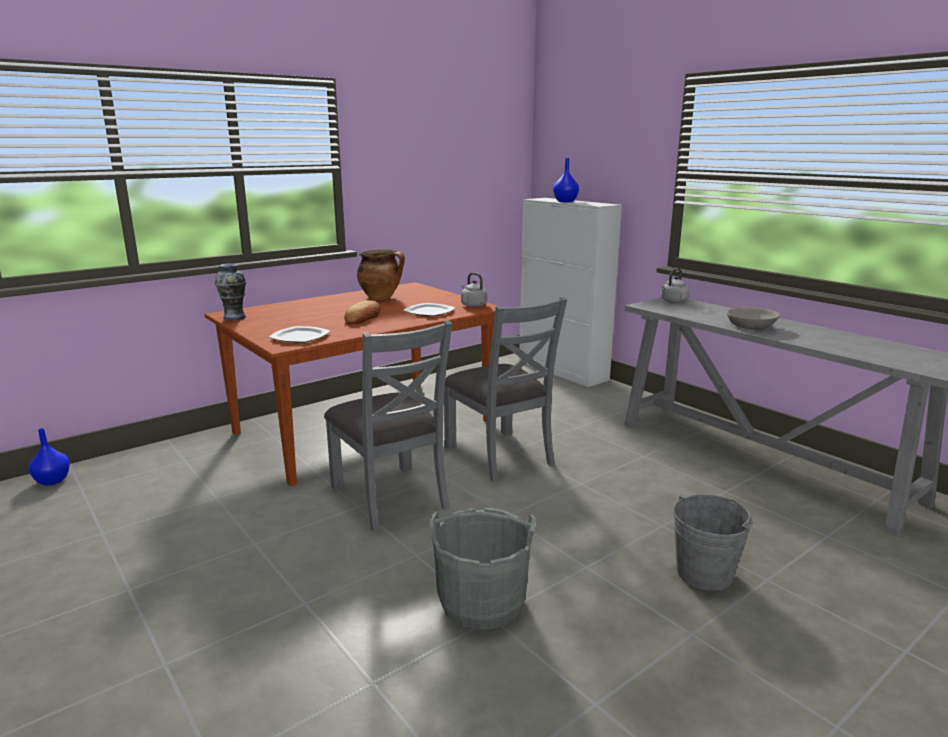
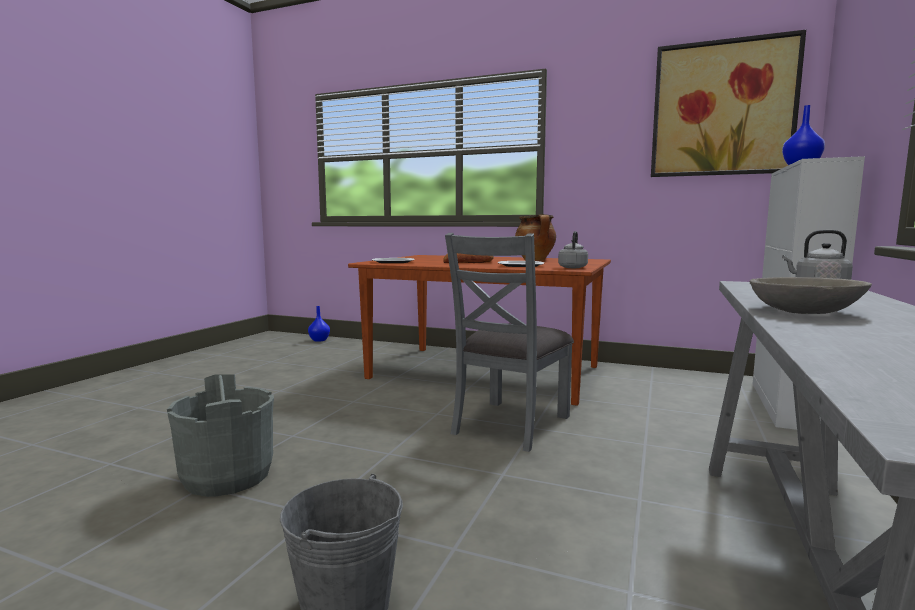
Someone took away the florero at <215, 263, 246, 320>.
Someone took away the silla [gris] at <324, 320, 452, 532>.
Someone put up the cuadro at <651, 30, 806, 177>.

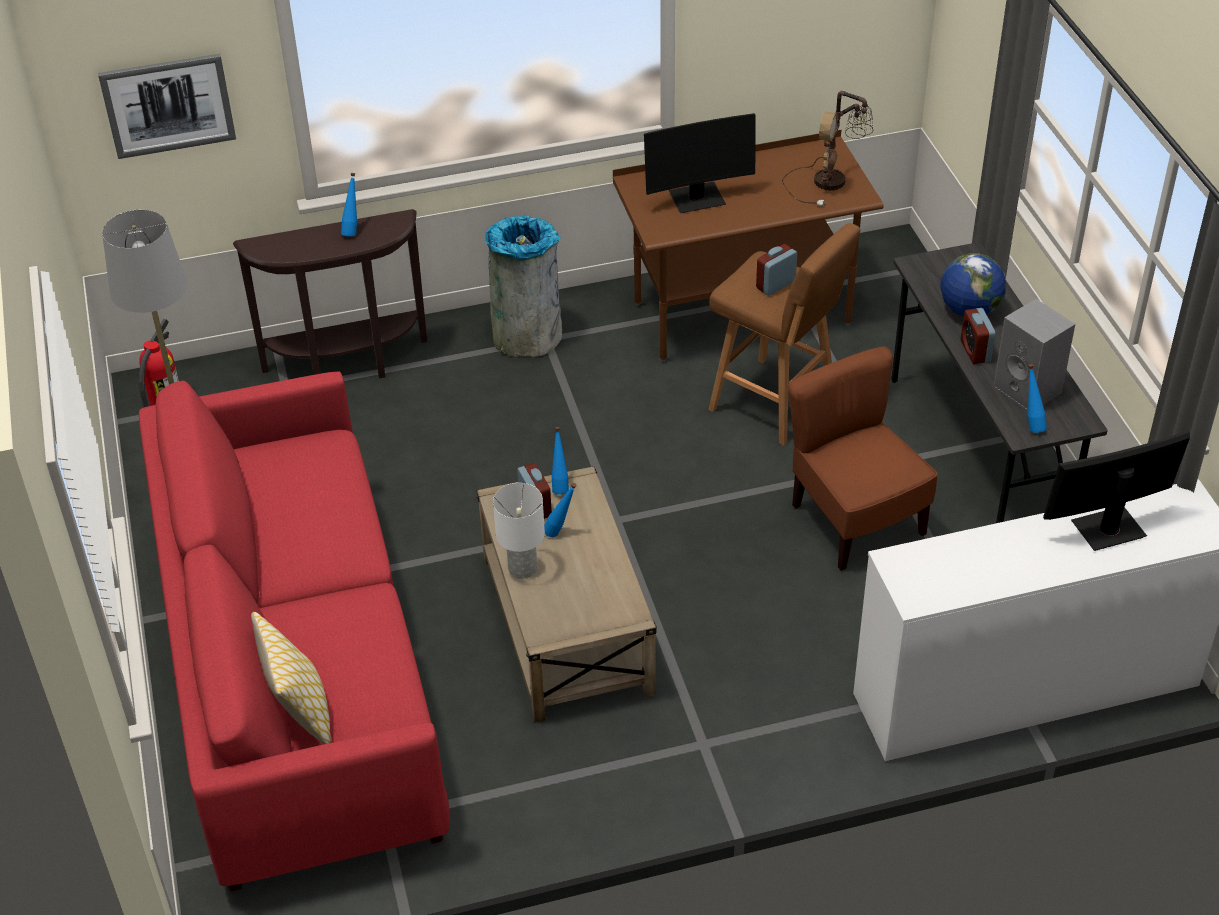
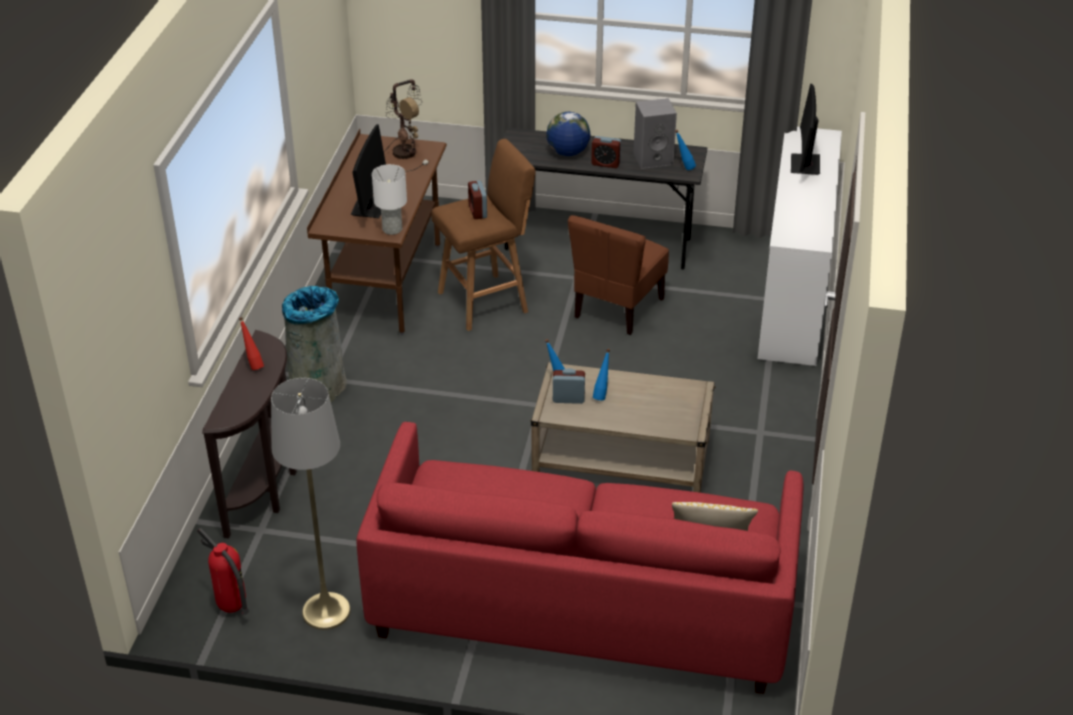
Someone took away the cuadro at <98, 54, 236, 159>.
Someone repainted the botella [azul] at <341, 173, 357, 237>, which became the botella [rojo] at <239, 317, 264, 370>.
Someone carried the lámpara de mesa [blanco] from <493, 483, 545, 579> to <372, 164, 407, 235>.
Someone rotated the silla [marrón] at <788, 346, 938, 571> by 60 degrees counterclockwise.

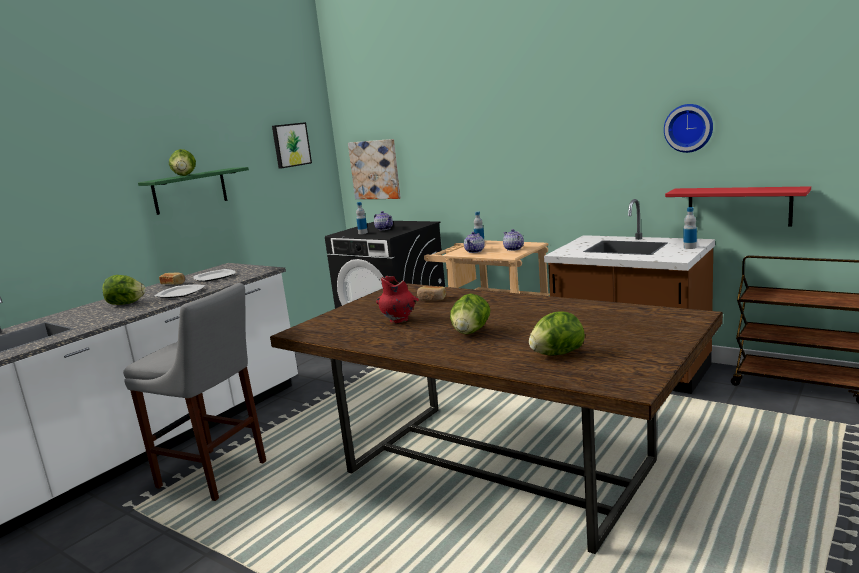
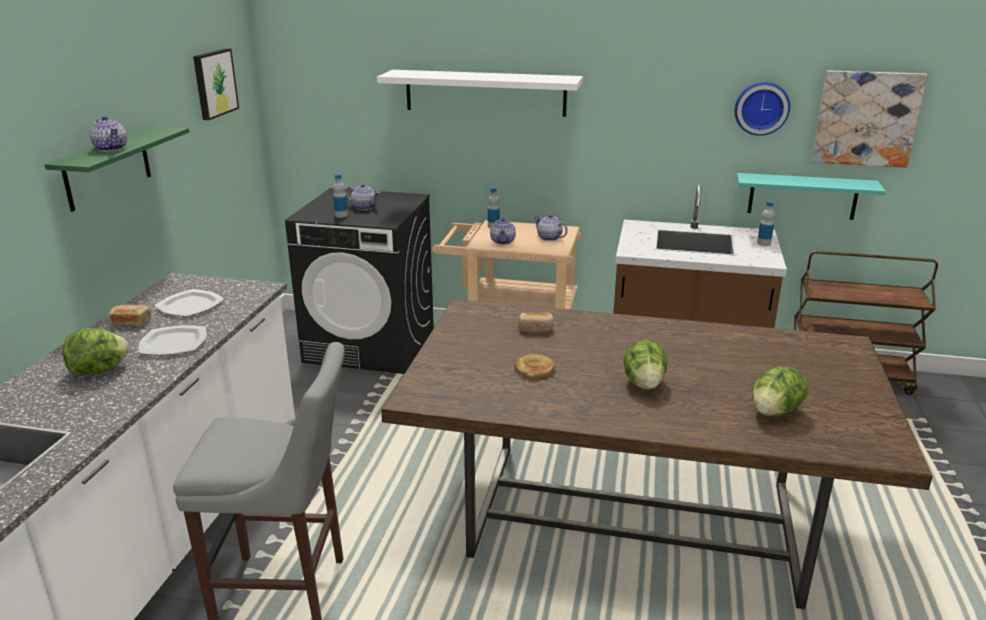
Someone swapped the lechuga at <169, 149, 196, 176> for the tetera at <89, 116, 127, 152>.
Someone carried the cuadro from <348, 139, 401, 199> to <811, 70, 928, 167>.
Someone swapped the florero [rojo] at <376, 276, 419, 324> for the pan at <514, 354, 555, 379>.
Someone repainted the estante [rojo] at <665, 186, 811, 227>, which became the estante [turquesa] at <737, 173, 886, 220>.
Someone put up the estante [blanco] at <377, 70, 583, 117>.

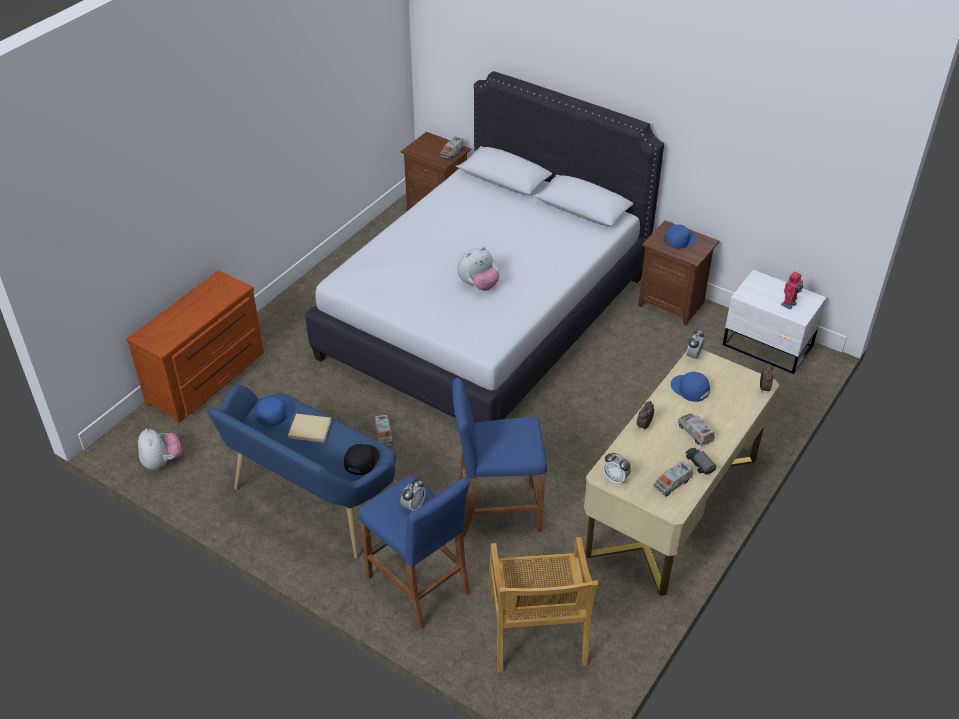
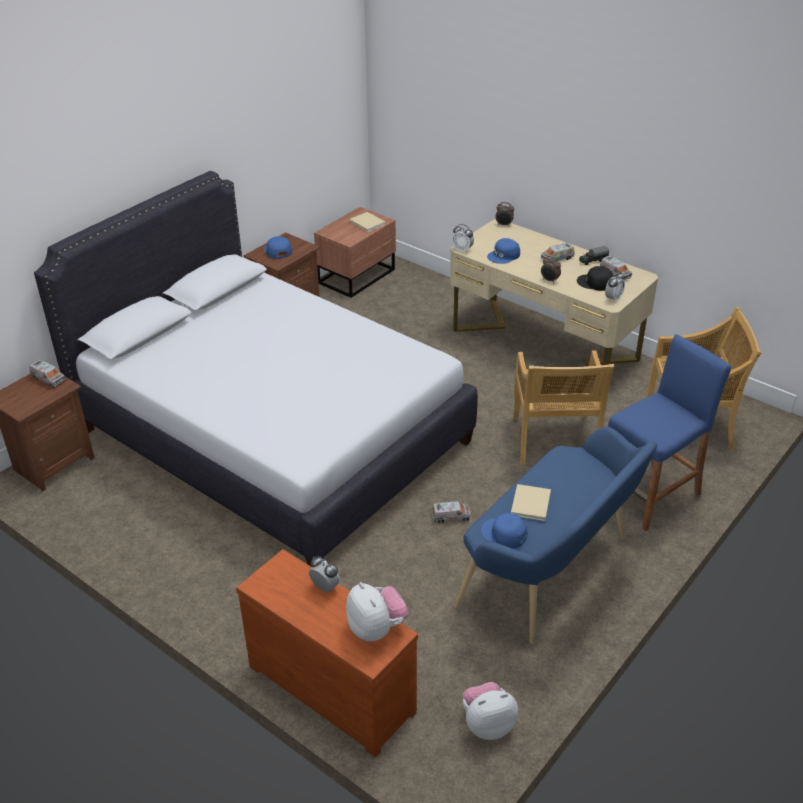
Someone carried the gorra [negro] from <344, 444, 380, 475> to <577, 266, 613, 291>.
Someone carried the despertador from <400, 479, 425, 511> to <309, 556, 340, 592>.
Someone swapped the taburete [azul] at <452, 378, 547, 537> for the silla [beis] at <513, 350, 614, 465>.
Someone carried the peluche from <458, 247, 500, 291> to <346, 582, 408, 641>.
Someone repainted the mesita de noche [blanco] at <723, 270, 827, 374>, which became the mesita de noche [marrón] at <314, 207, 396, 298>.
Someone swapped the robot de juguete at <781, 271, 803, 310> for the libro [beis] at <349, 212, 386, 232>.

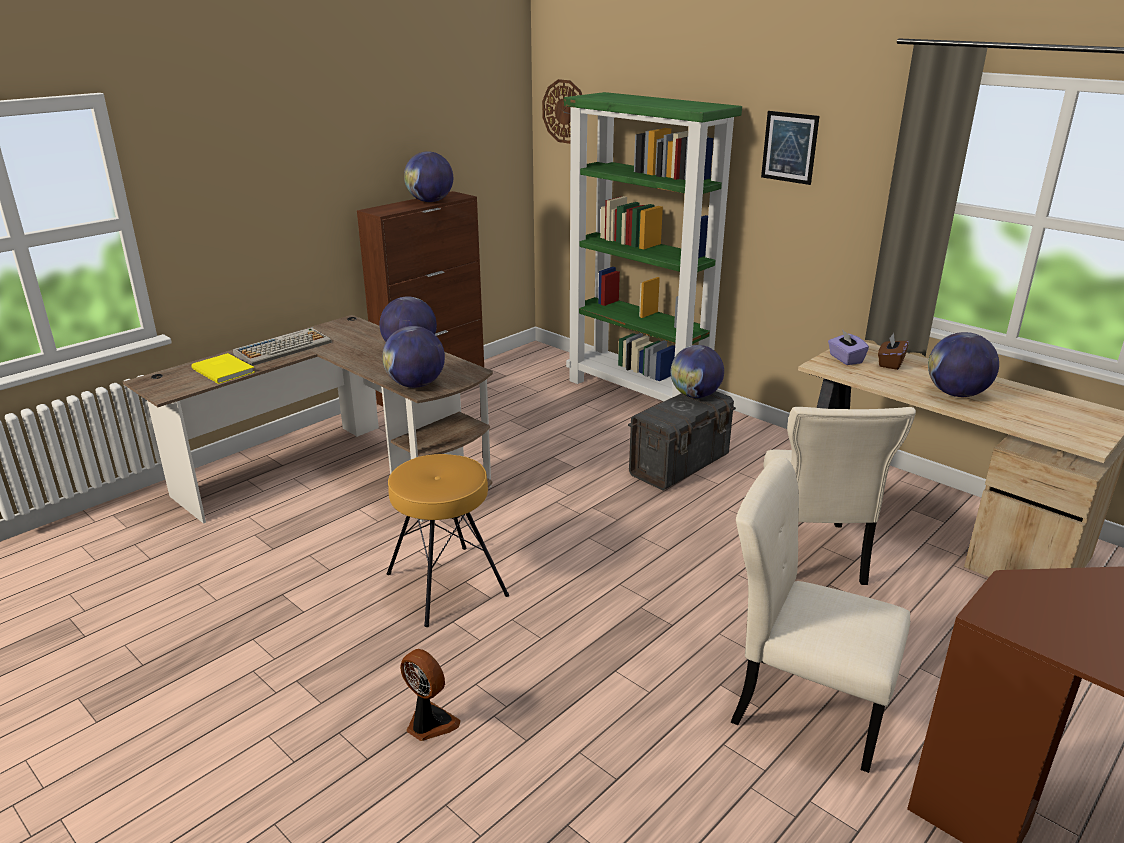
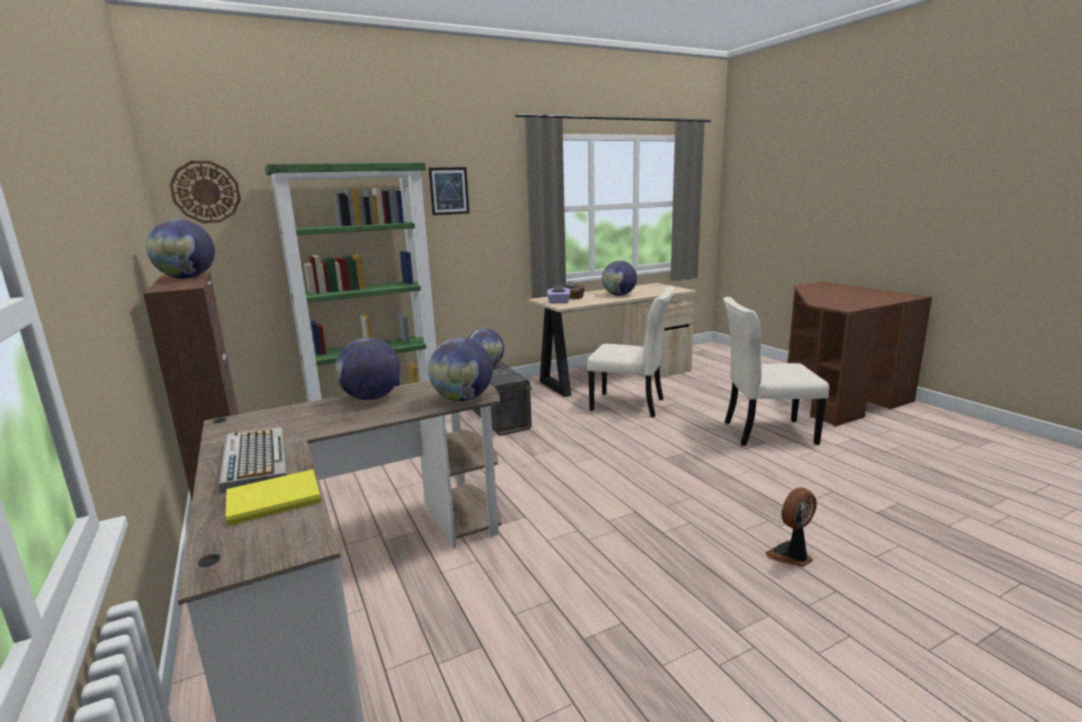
Someone took away the taburete [marrón] at <387, 454, 509, 627>.
Someone rotated the silla [beis] at <730, 458, 910, 773> by 45 degrees clockwise.

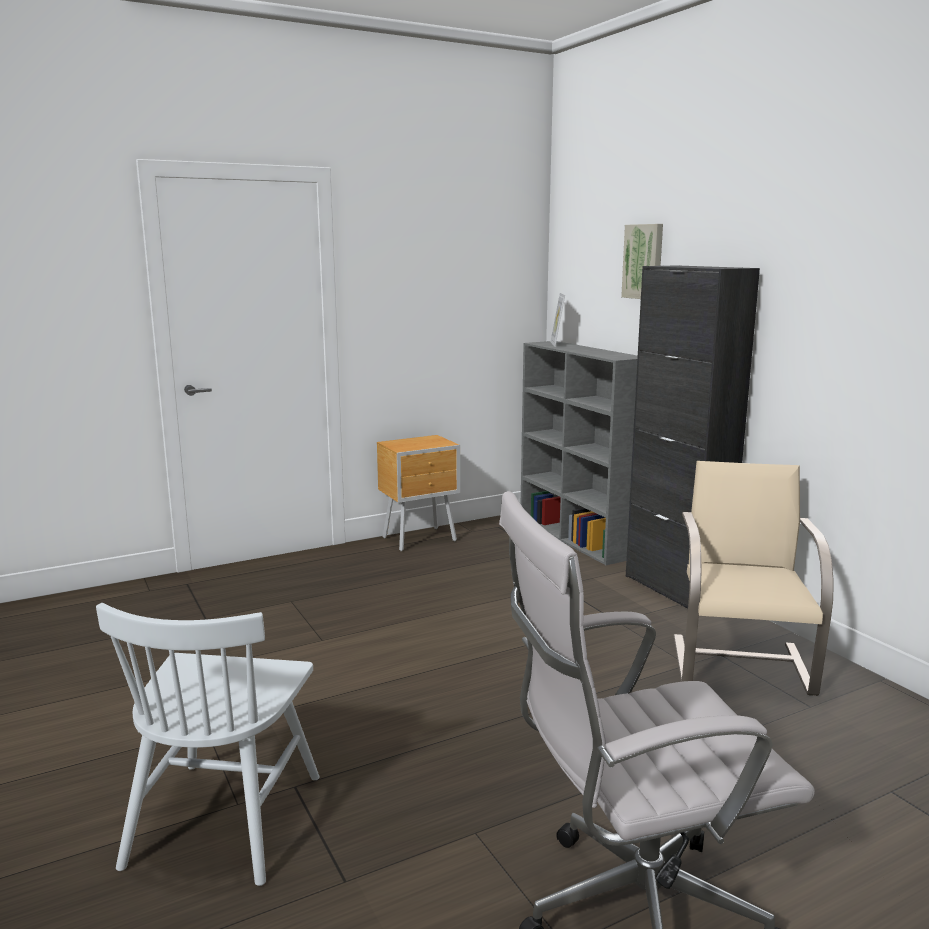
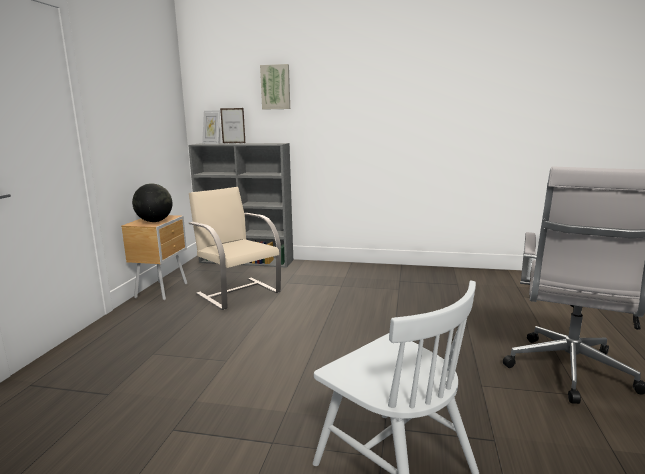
Someone took away the armario [negro] at <626, 265, 760, 608>.
Someone carried the silla [beis] from <673, 461, 834, 696> to <189, 187, 281, 310>.
Someone put down the globo terráqueo at <132, 183, 173, 222>.
Someone put down the portarretratos at <220, 108, 245, 143>.

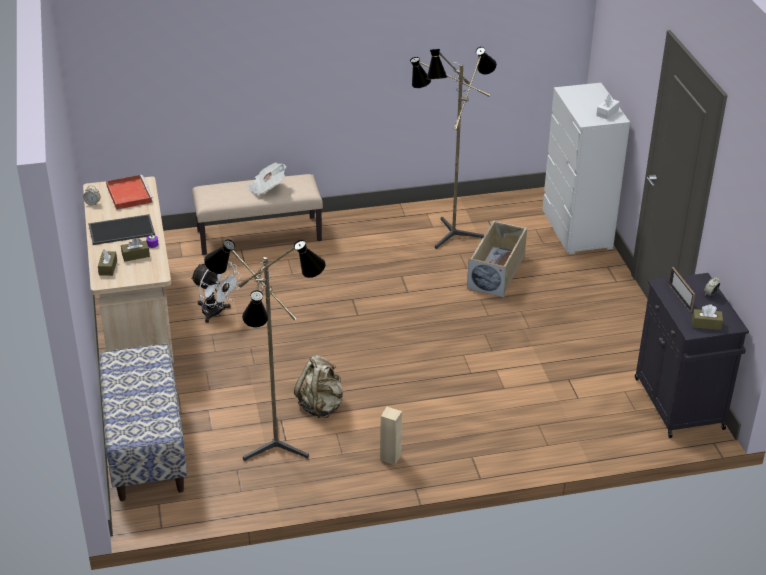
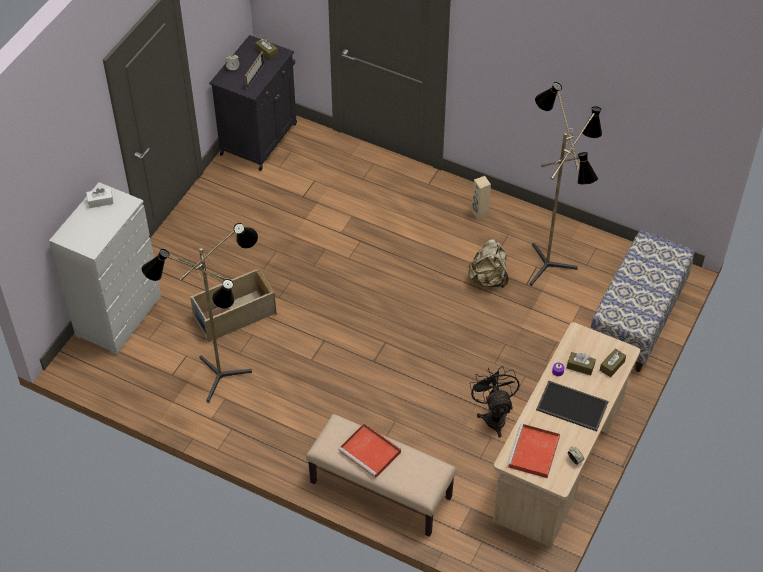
Someone repainted the ventilador [blanco] at <191, 261, 242, 323>, which became the ventilador [negro] at <469, 366, 519, 438>.
Someone swapped the periódico at <246, 163, 286, 196> for the bandeja [rojo] at <339, 423, 401, 478>.

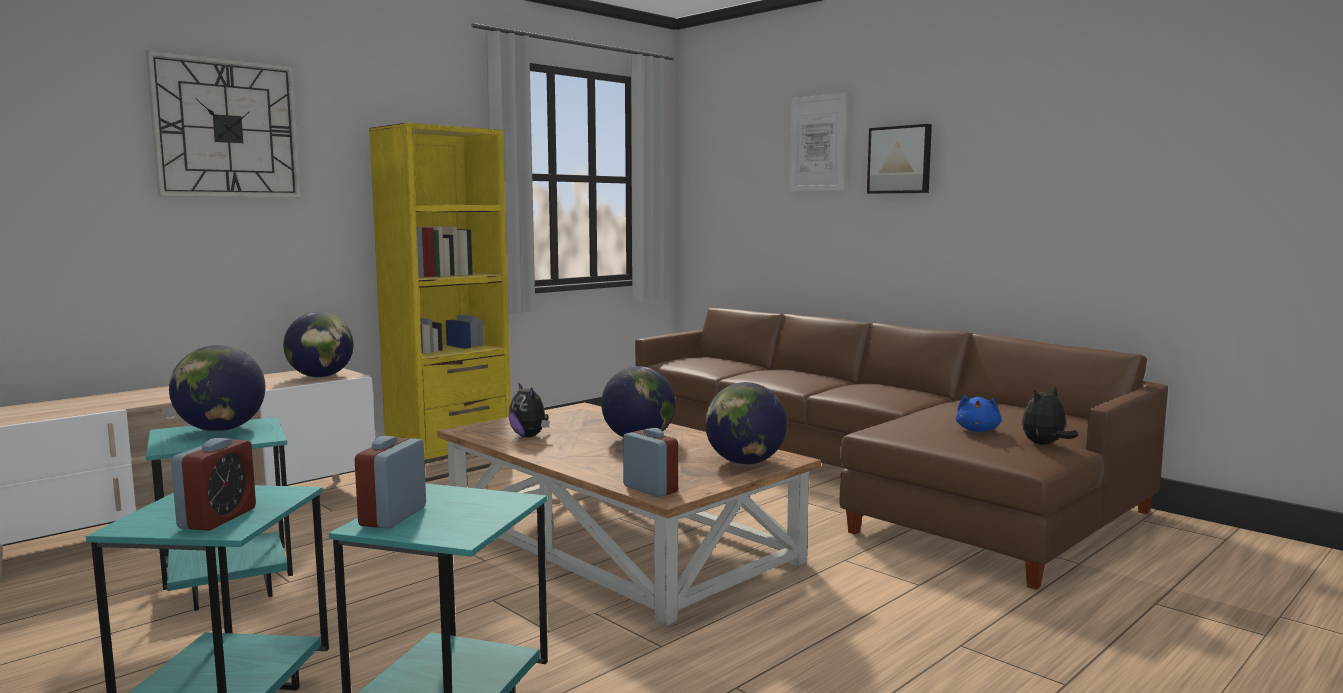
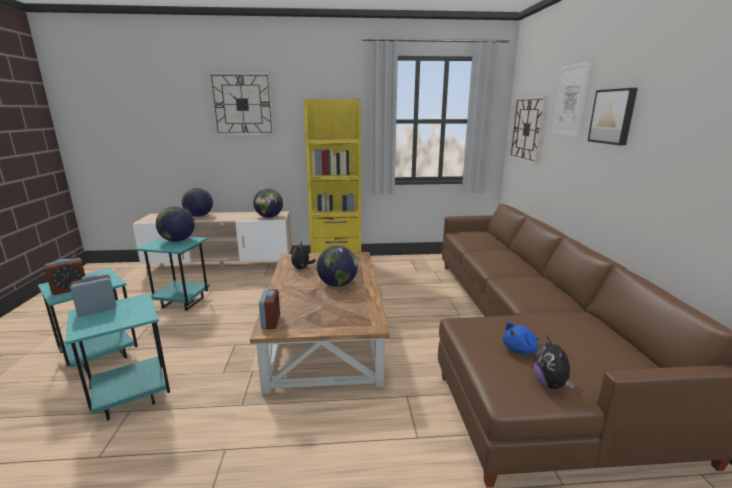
Someone carried the globo terráqueo from <705, 382, 787, 465> to <182, 188, 213, 217>.
Someone rotated the peluche at <1022, 386, 1078, 444> by 105 degrees counterclockwise.
Someone put up the reloj de pared at <509, 96, 548, 165>.

